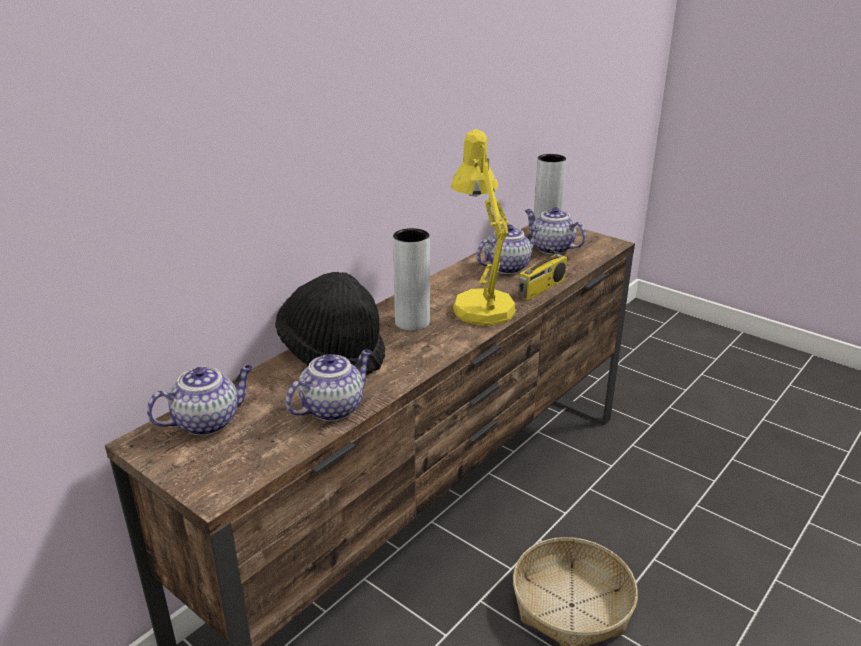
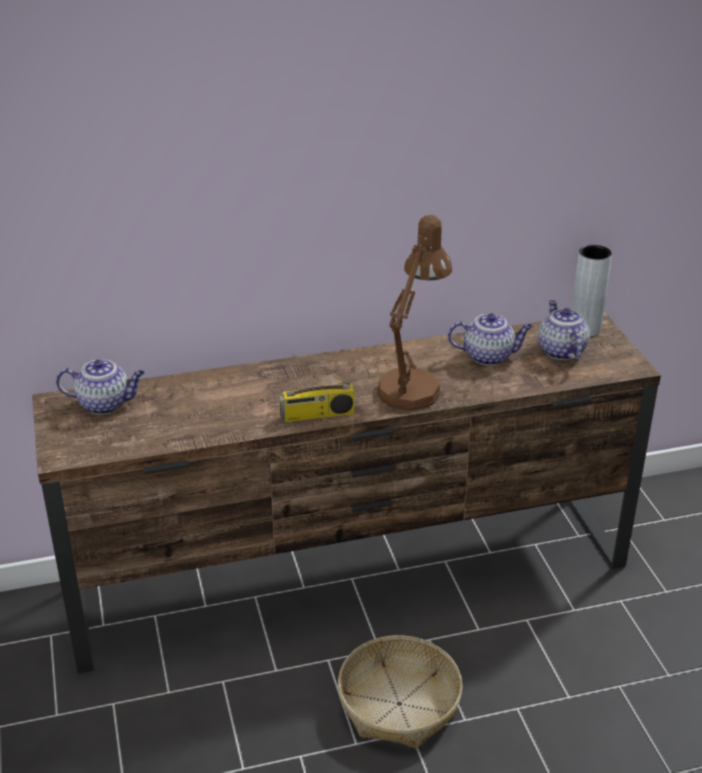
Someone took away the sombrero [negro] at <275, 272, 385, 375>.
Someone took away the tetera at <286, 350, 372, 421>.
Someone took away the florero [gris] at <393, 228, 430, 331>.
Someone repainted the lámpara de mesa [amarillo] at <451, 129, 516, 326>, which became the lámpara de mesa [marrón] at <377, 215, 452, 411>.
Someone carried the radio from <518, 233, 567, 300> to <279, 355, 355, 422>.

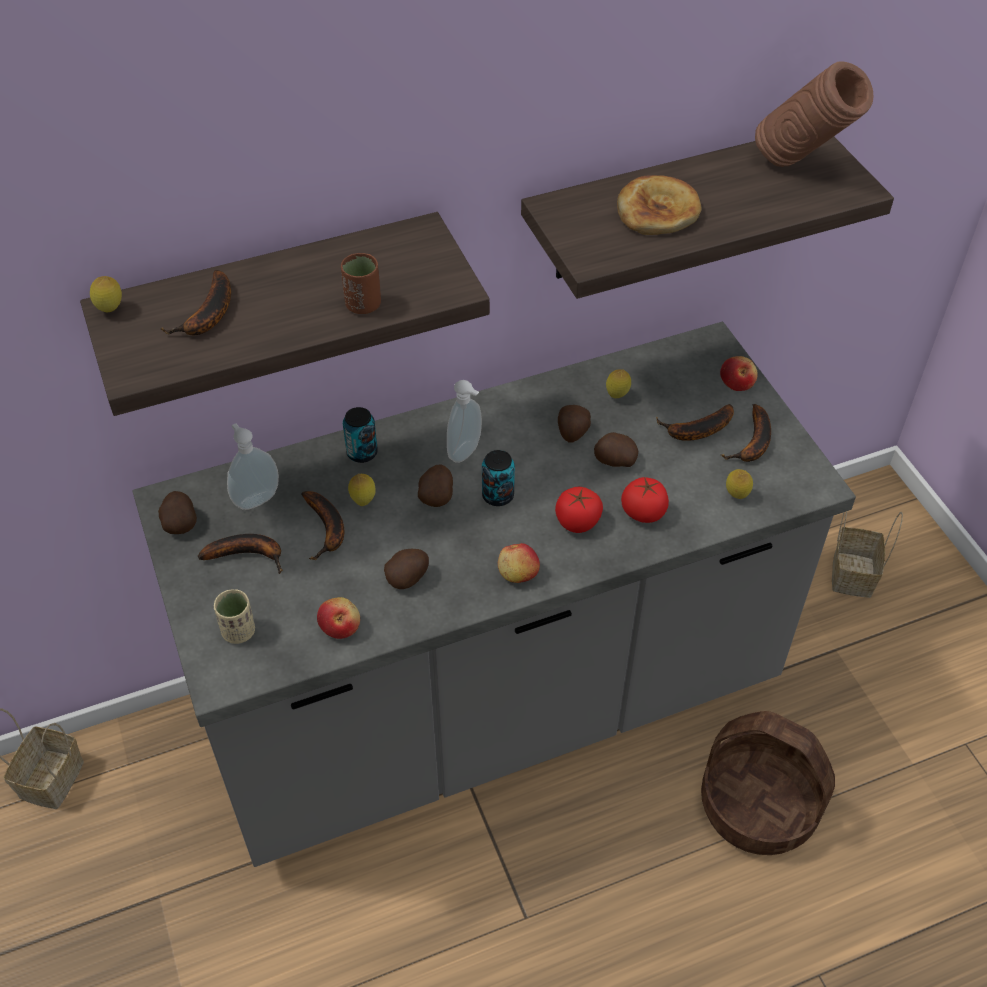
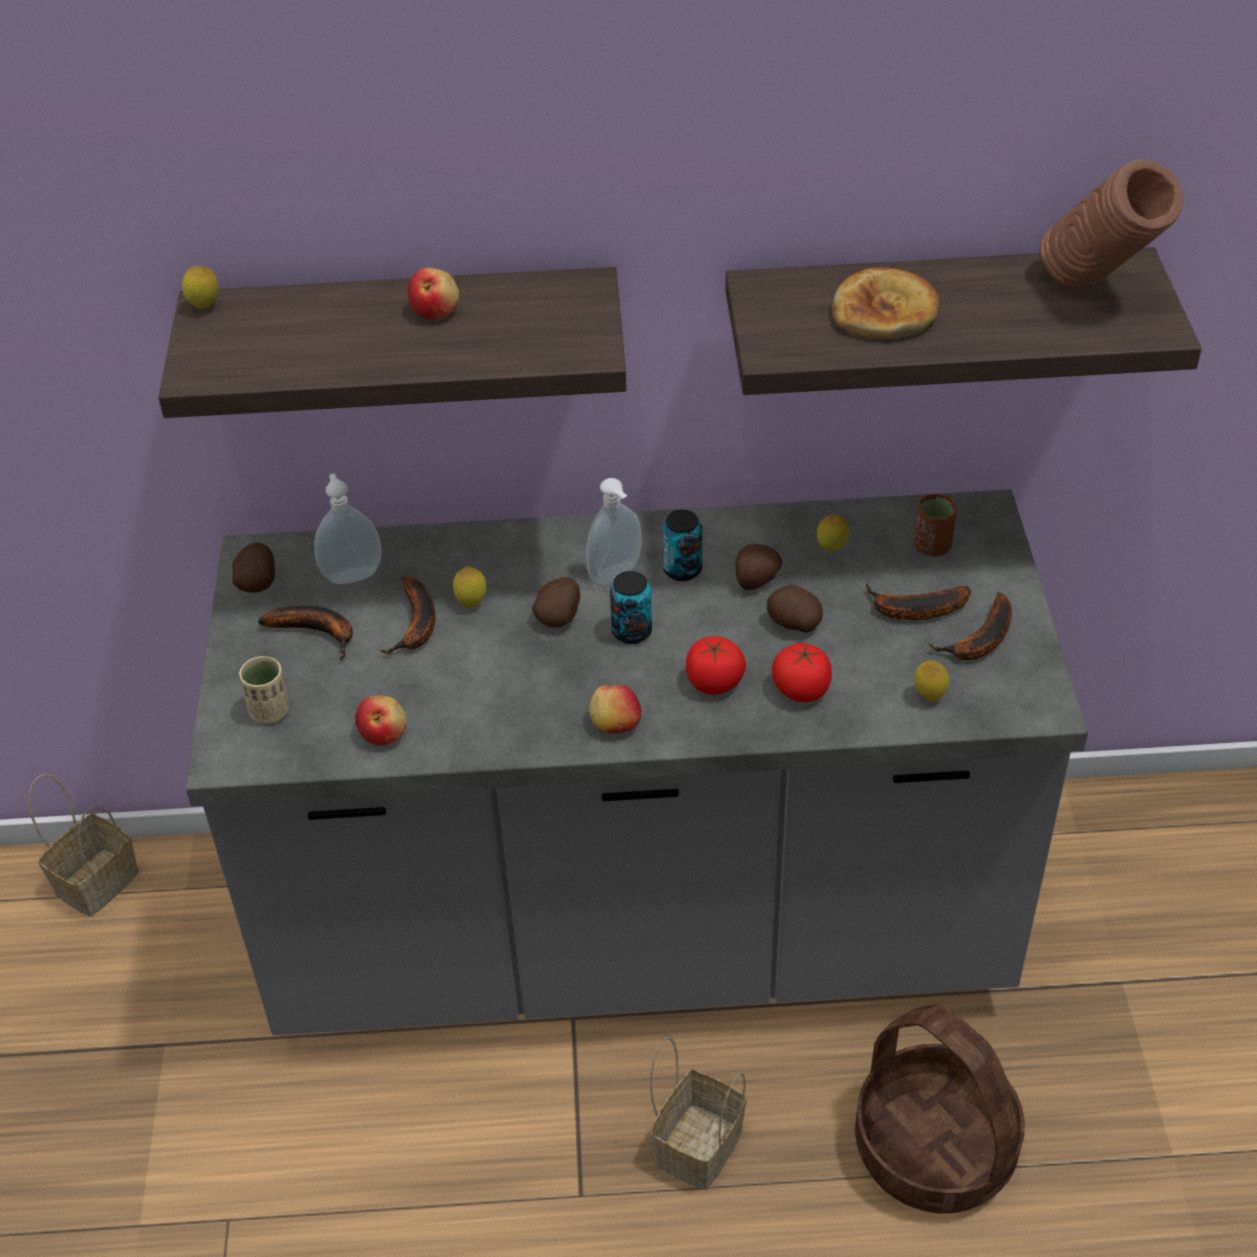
Someone took away the plátano at <160, 270, 231, 335>.
Someone carried the taza [marrón] from <341, 253, 381, 314> to <914, 493, 957, 556>.
Someone carried the lata from <343, 407, 378, 463> to <662, 510, 702, 581>.
Someone took away the patata at <384, 549, 429, 589>.
Someone carried the manzana from <720, 356, 758, 391> to <408, 267, 459, 320>.
Someone carried the cesta from <832, 511, 903, 598> to <650, 1037, 747, 1190>.

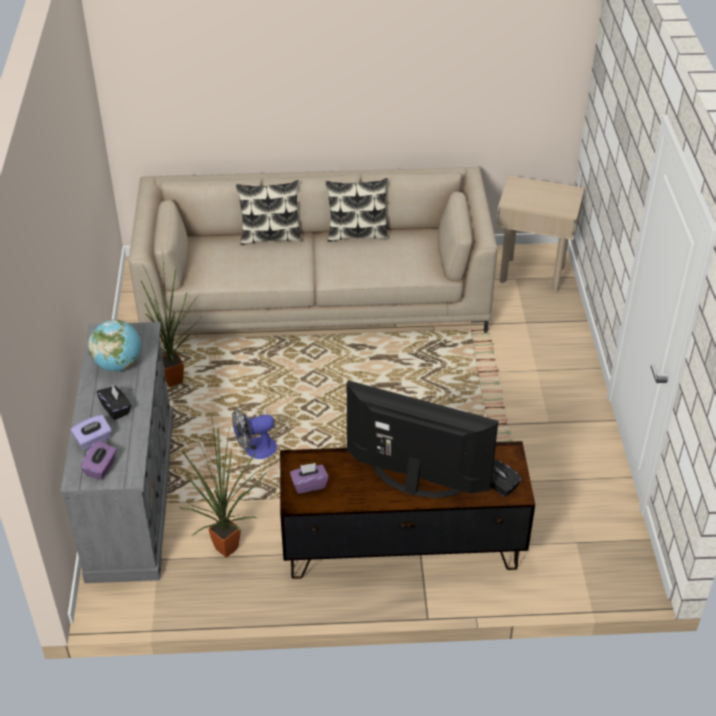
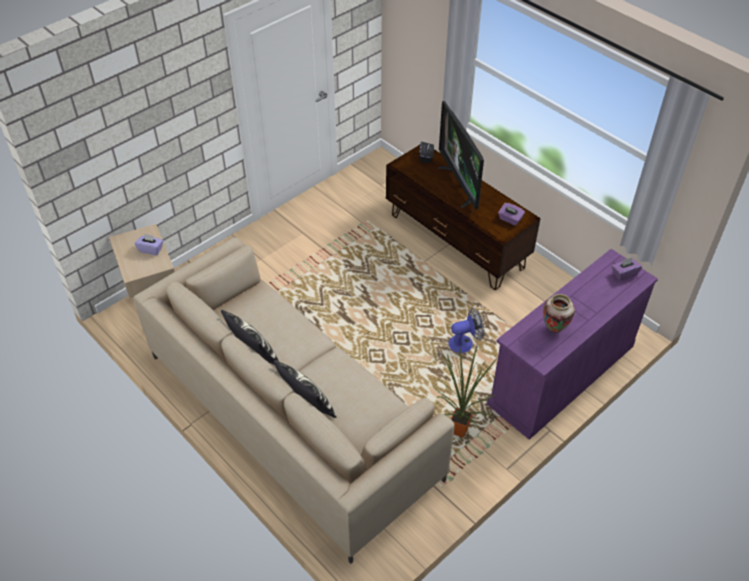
Someone repainted the cómoda [gris] at <60, 322, 174, 583>, which became the cómoda [morado] at <487, 249, 658, 440>.
Someone carried the caja de pañuelos [morado] from <71, 415, 112, 450> to <135, 234, 163, 255>.
Someone swapped the globo terráqueo at <88, 320, 141, 372> for the florero at <543, 294, 575, 333>.
Someone took away the caja de pañuelos [negro] at <97, 386, 131, 420>.
Someone took away the planta en maceta at <180, 414, 266, 558>.
Someone rotated the ventilador at <232, 409, 277, 459> by 45 degrees counterclockwise.

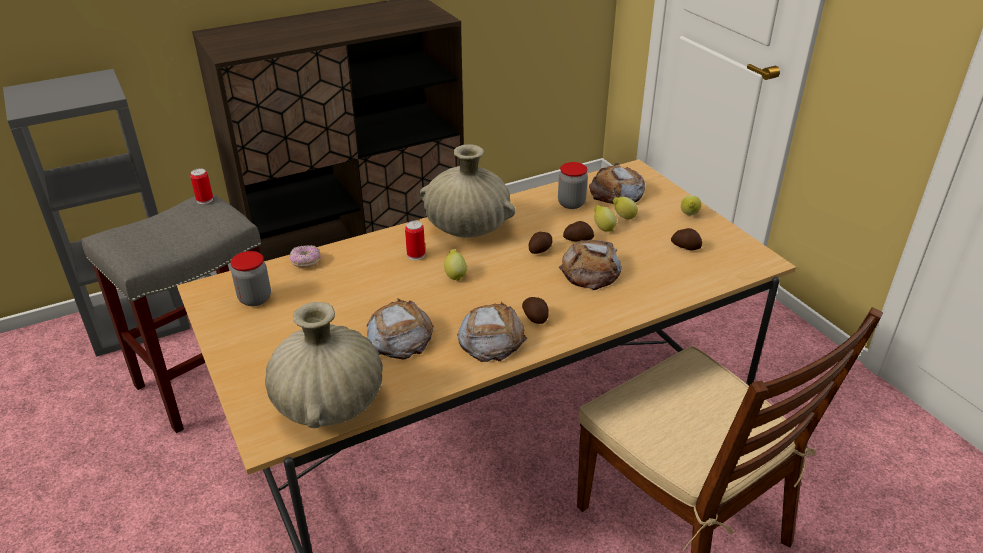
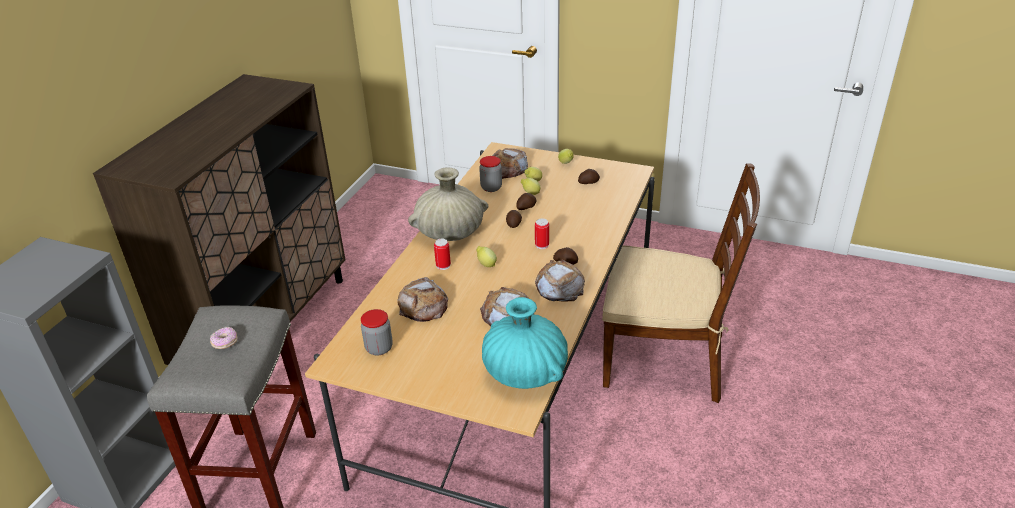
Someone carried the lata from <190, 168, 213, 204> to <535, 219, 549, 249>.
Someone repainted the florero [beis] at <265, 302, 383, 428>, which became the florero [turquesa] at <482, 297, 568, 389>.
Someone carried the rosquilla from <289, 245, 321, 268> to <210, 327, 238, 349>.
Someone carried the pan from <559, 239, 622, 290> to <397, 277, 448, 322>.

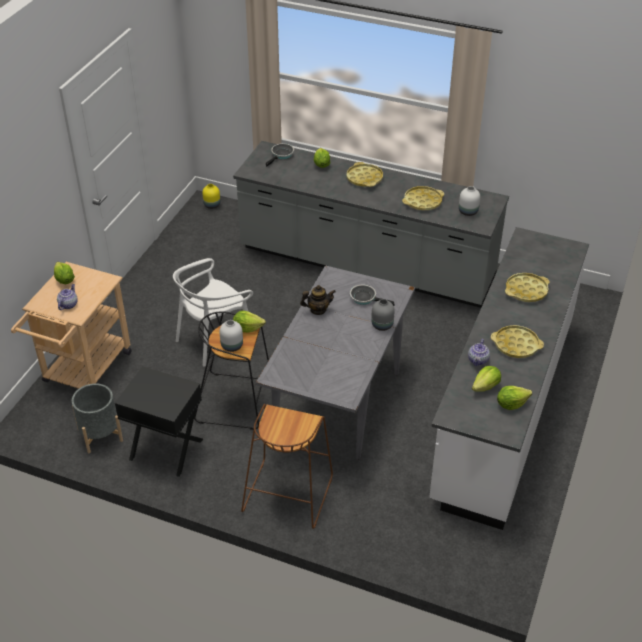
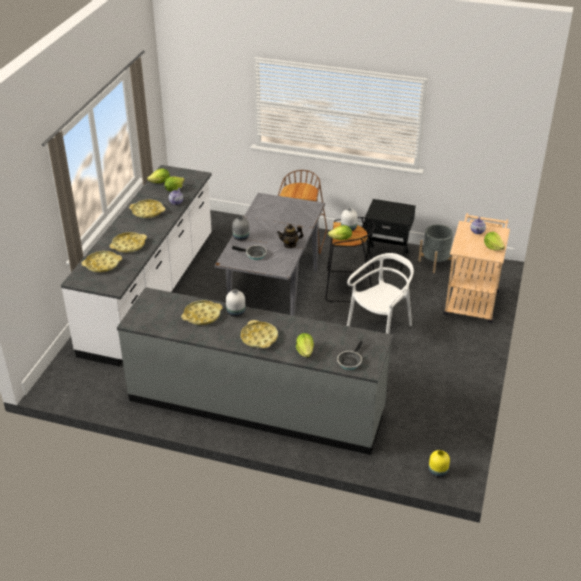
Someone carried the florero [blanco] from <459, 186, 480, 216> to <226, 289, 245, 317>.
Someone put down the bandeja [amarillo] at <82, 251, 122, 272>.

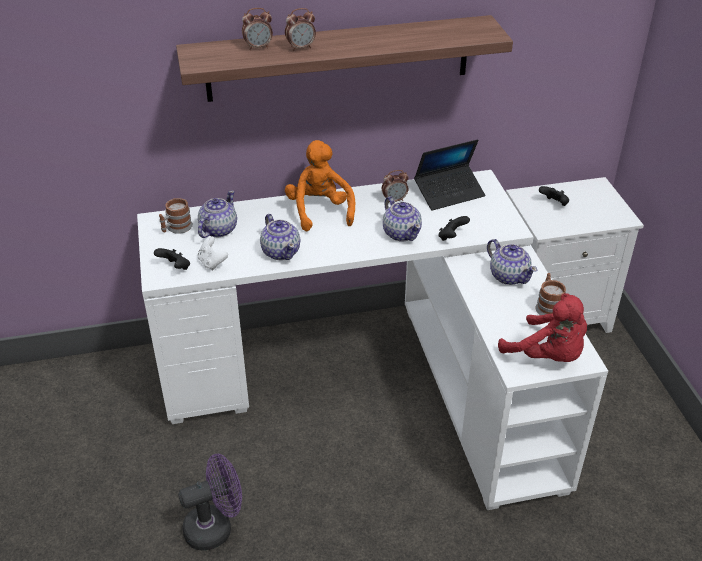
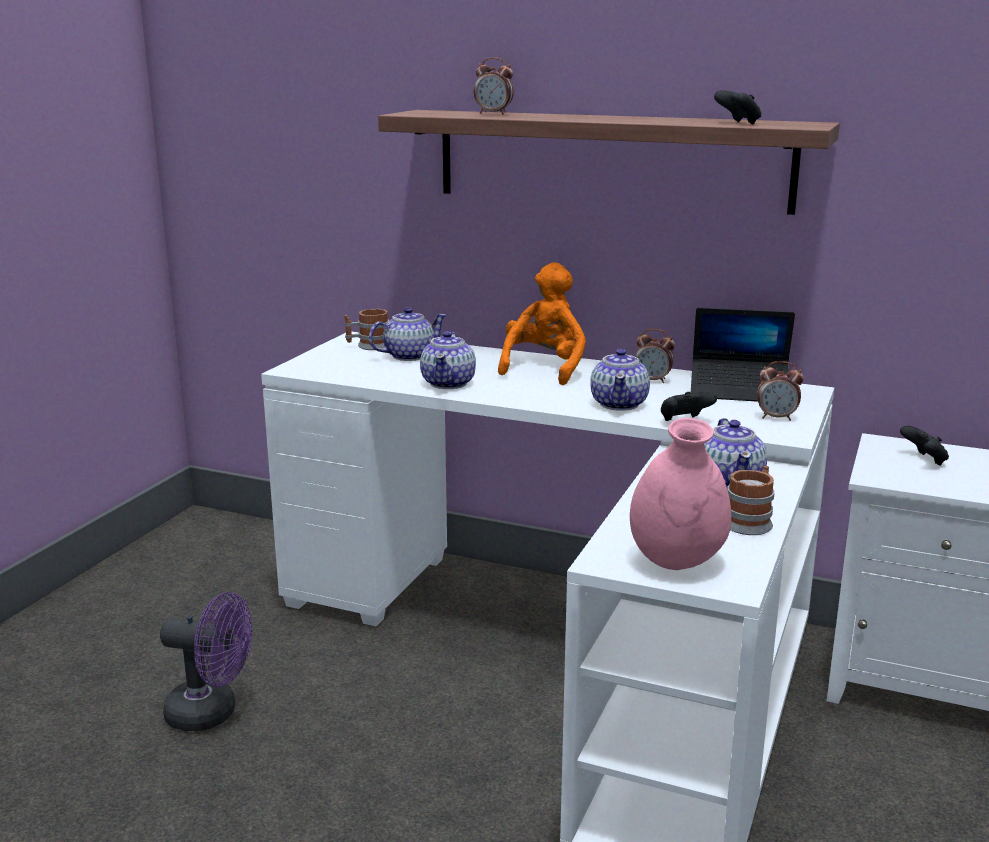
Someone carried the mando de consola [negro] from <154, 248, 190, 270> to <714, 90, 761, 125>.
Someone took away the mando de consola [blanco] at <198, 236, 228, 270>.
Someone carried the despertador from <285, 8, 316, 51> to <757, 361, 804, 421>.
Someone swapped the peluche [rojo] at <498, 293, 587, 362> for the florero [rosa] at <630, 418, 731, 570>.

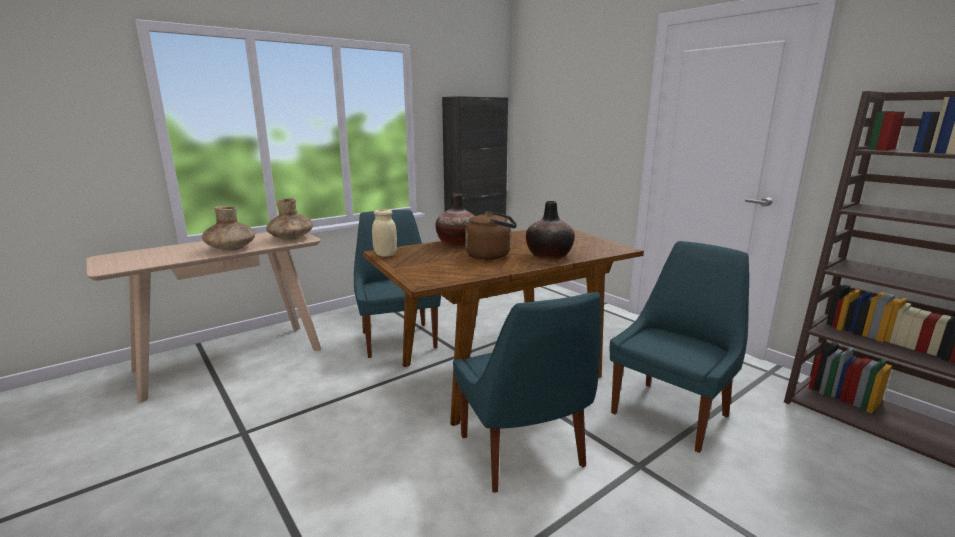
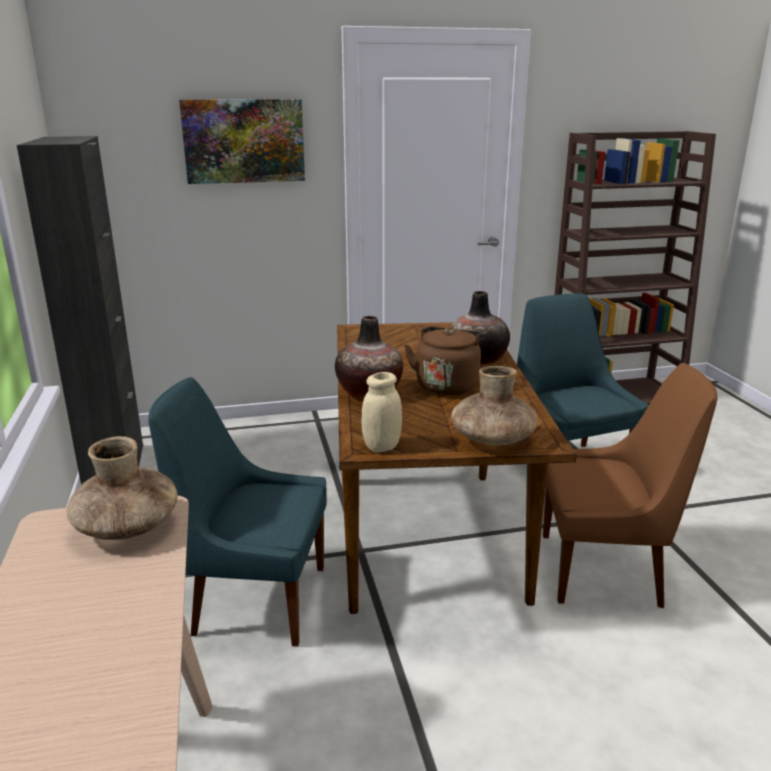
Someone carried the florero [marrón] from <202, 206, 255, 251> to <451, 366, 537, 446>.
Someone repainted the silla [azul] at <453, 292, 601, 492>, which became the silla [marrón] at <543, 363, 717, 608>.
Someone put up the cuadro at <179, 99, 305, 184>.

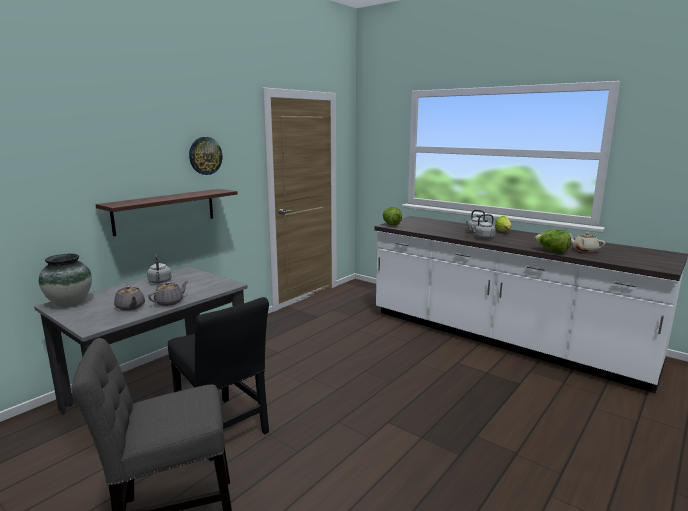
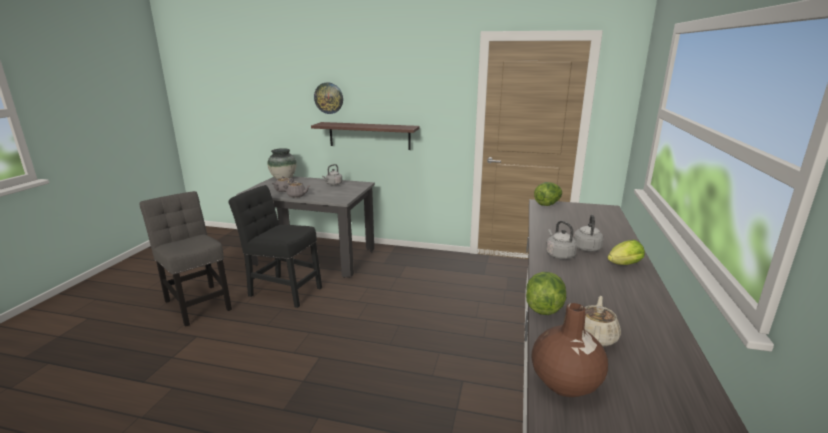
Someone rotated the silla [negro] at <168, 297, 269, 461> by 90 degrees clockwise.
Someone carried the reloj de pared from <189, 137, 222, 175> to <314, 83, 343, 114>.
Someone put down the florero [marrón] at <532, 303, 608, 397>.

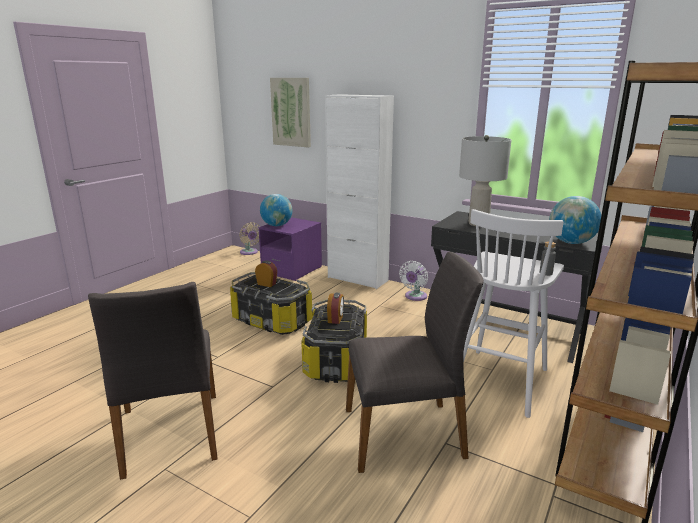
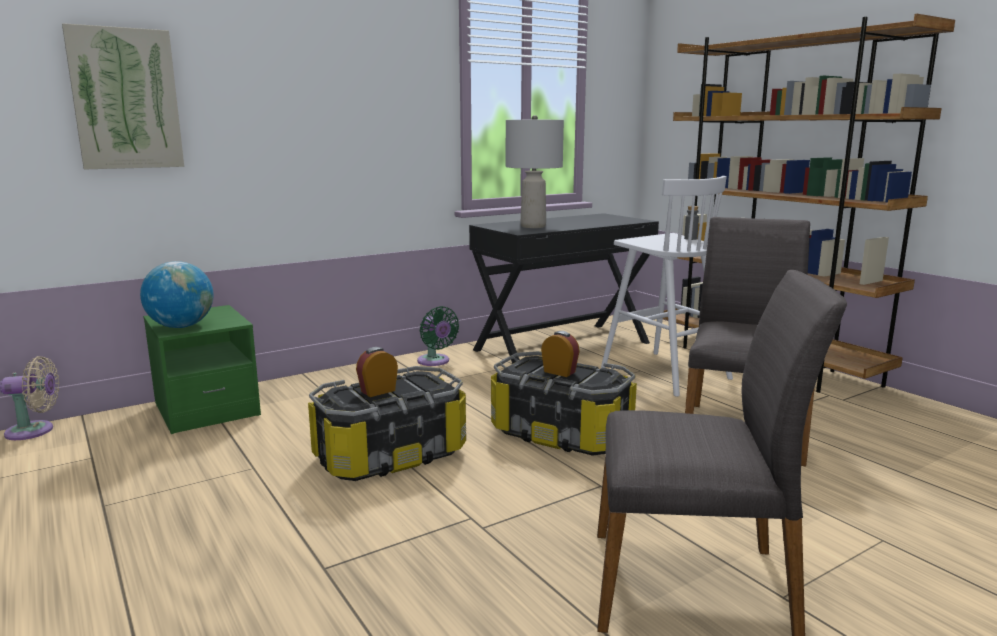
Someone repainted the mesita de noche [morado] at <258, 217, 322, 281>, which became the mesita de noche [verde] at <143, 305, 261, 434>.
Someone took away the armario [blanco] at <325, 94, 394, 289>.
Someone repainted the ventilador [blanco] at <399, 261, 428, 301>, which became the ventilador [verde] at <417, 306, 459, 366>.
Someone took away the globo terráqueo at <549, 196, 601, 244>.

